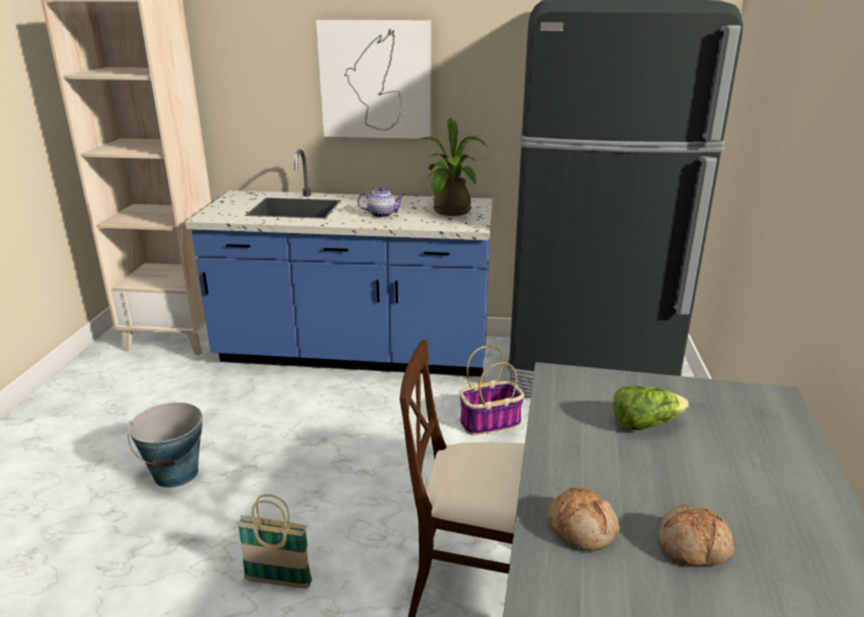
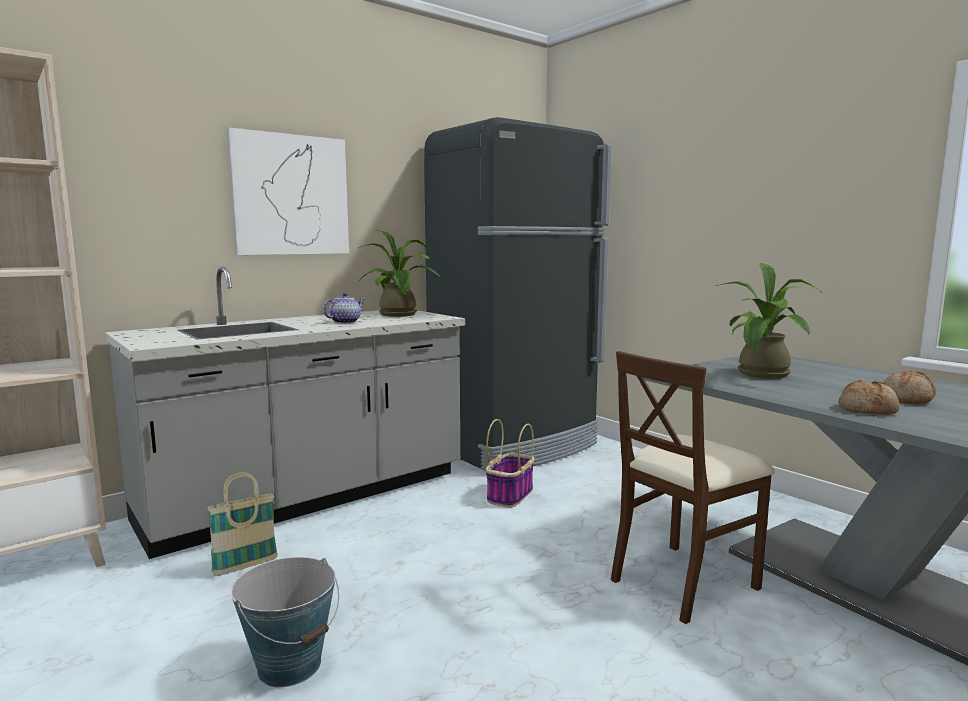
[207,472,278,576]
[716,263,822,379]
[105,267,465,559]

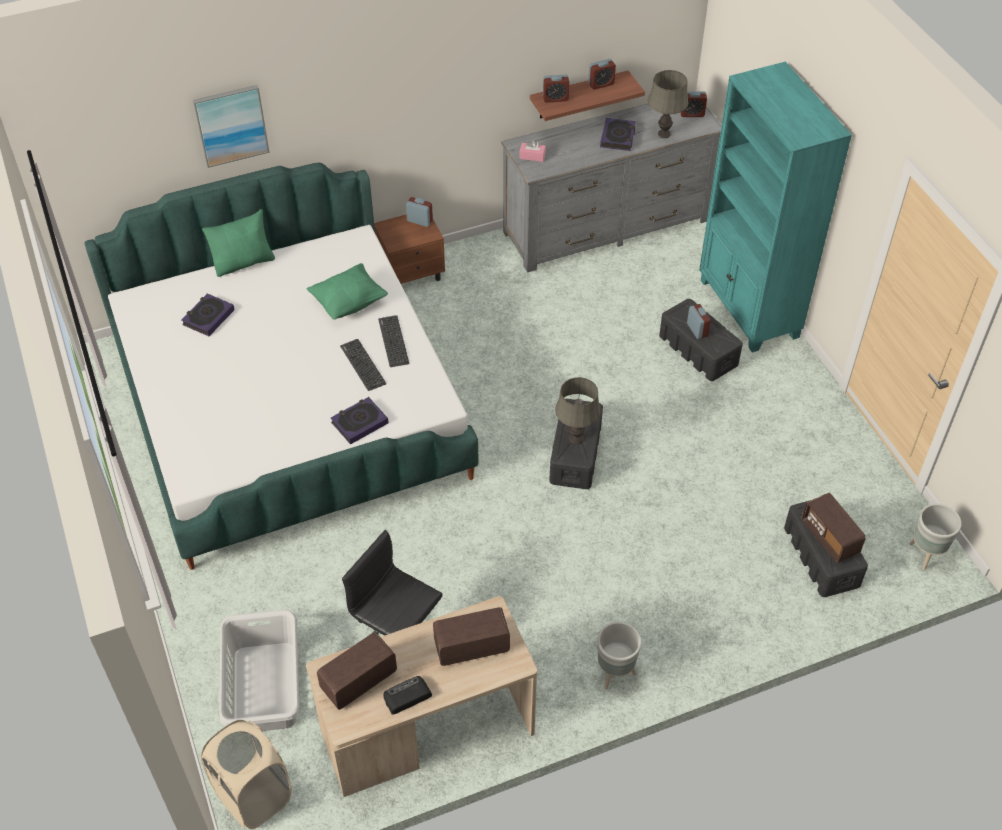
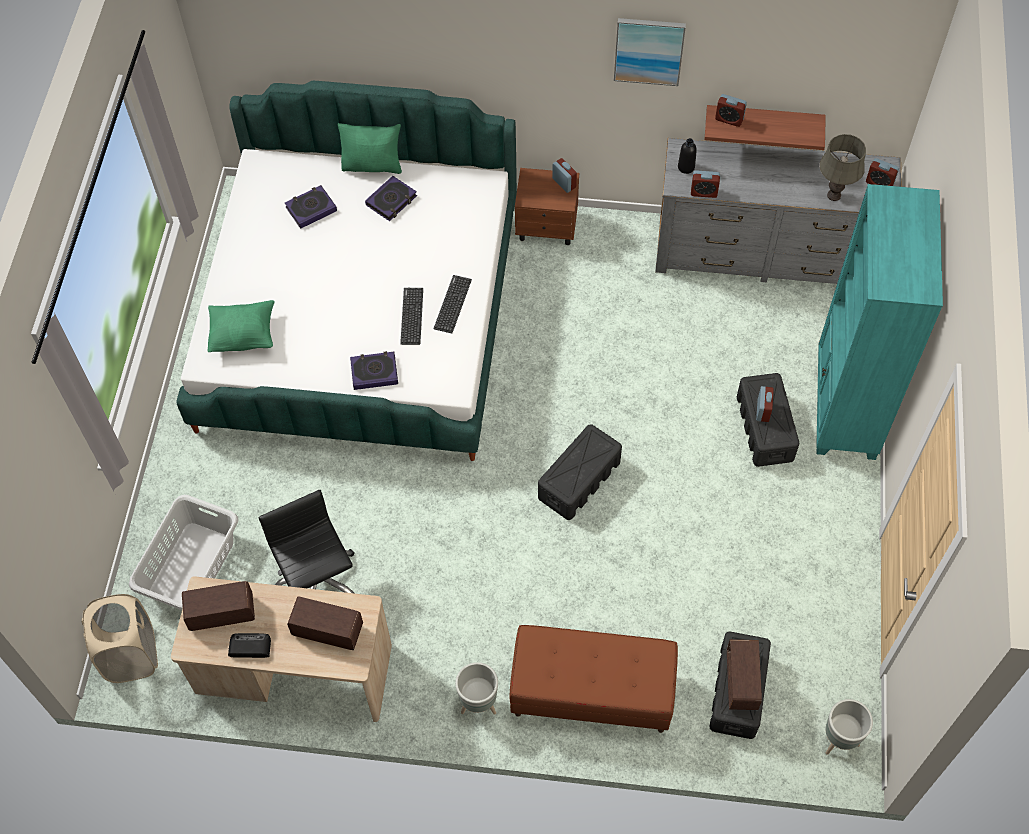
[555,377,601,444] (first image)
[509,625,678,733]
[614,18,686,86]
[207,300,275,352]
[691,170,720,198]
[365,176,417,221]
[678,138,697,174]

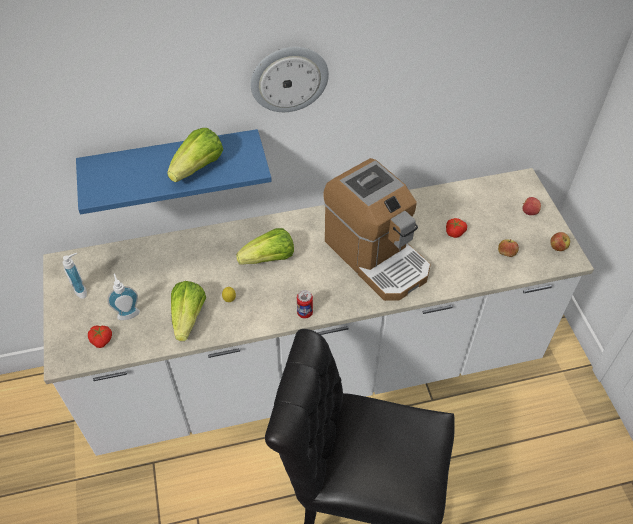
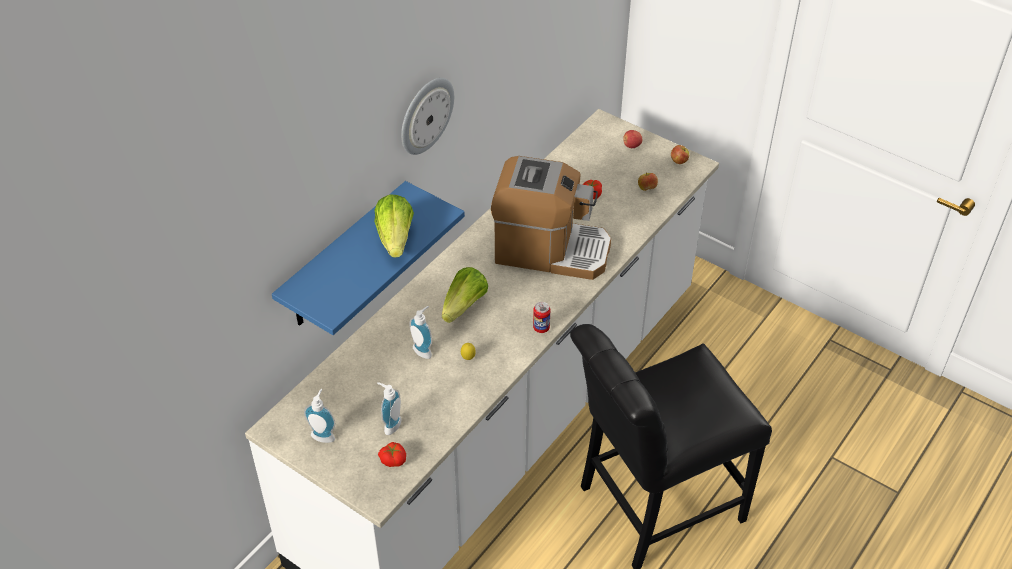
[171,281,206,341] (first image)
[410,306,432,359]

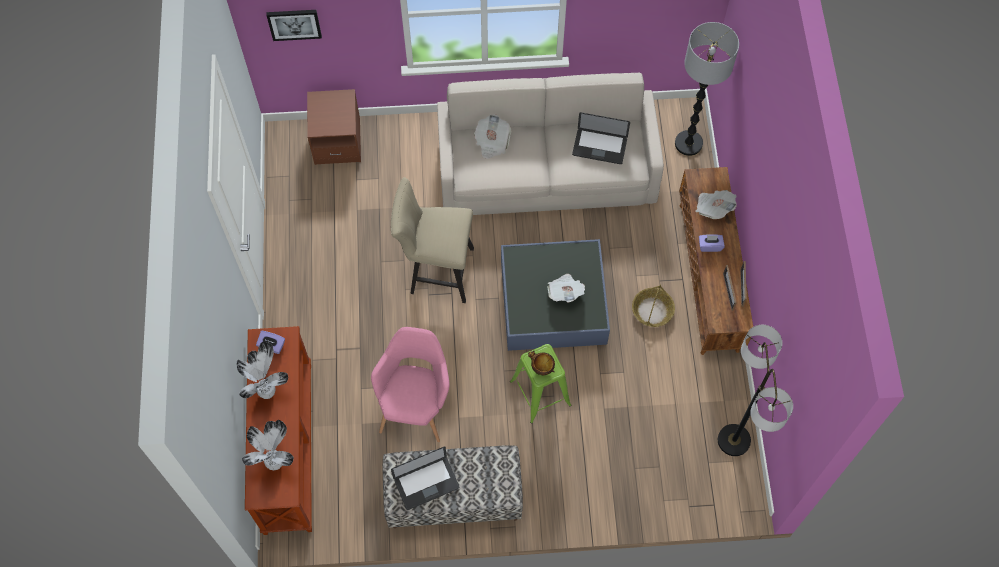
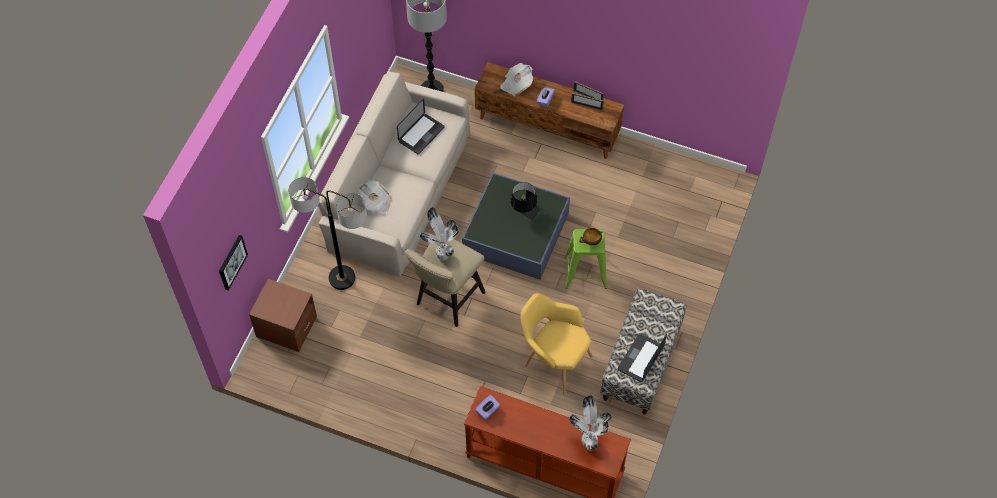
[632,284,675,327] (first image)
[420,207,459,261]
[288,177,367,290]
[510,182,541,220]
[521,293,592,394]
[618,333,667,382]

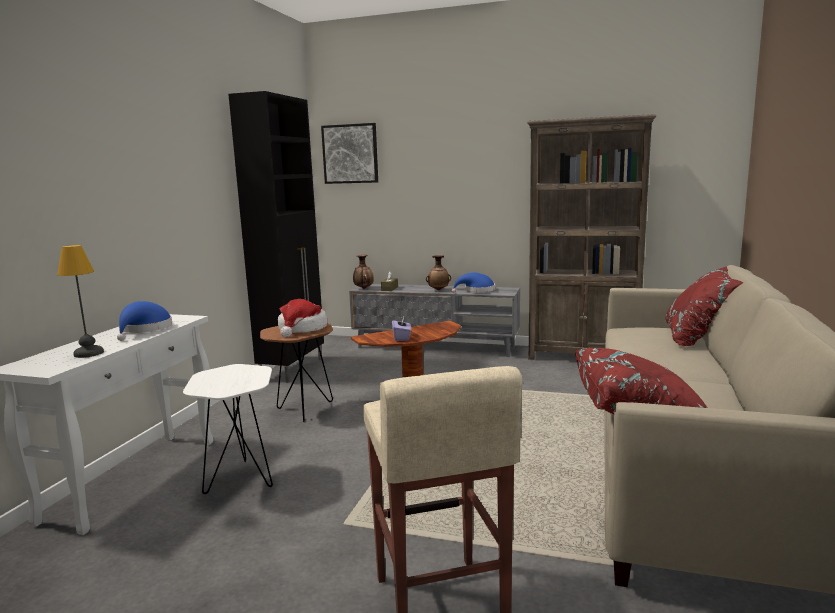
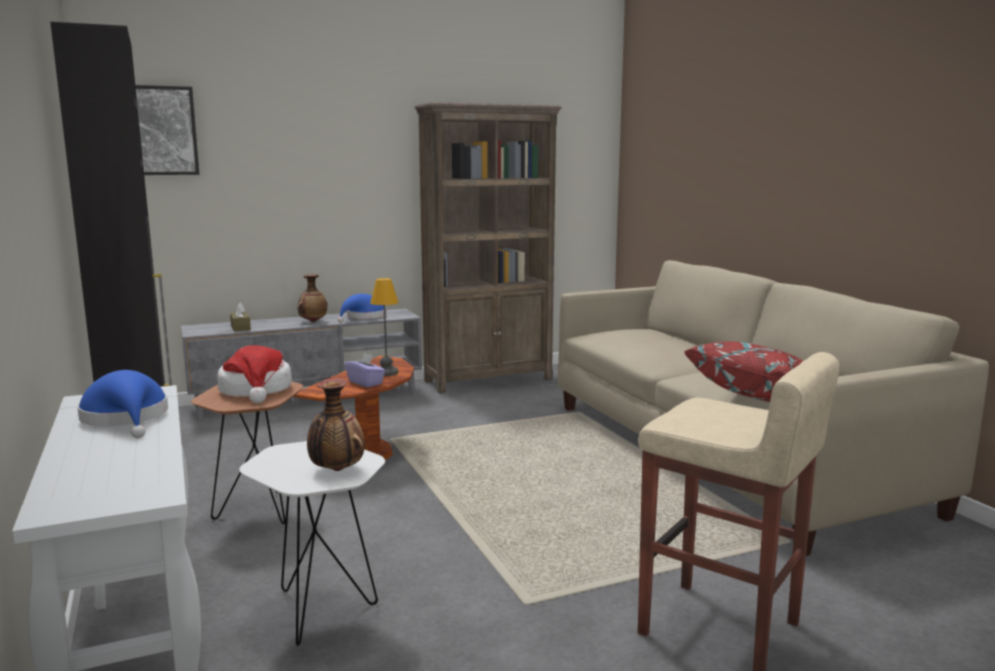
[665,266,744,346] (first image)
[370,278,398,376]
[307,379,365,471]

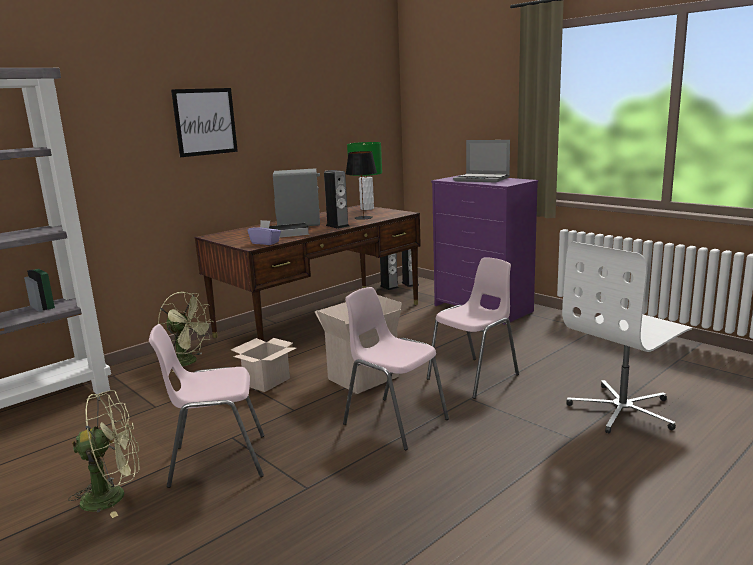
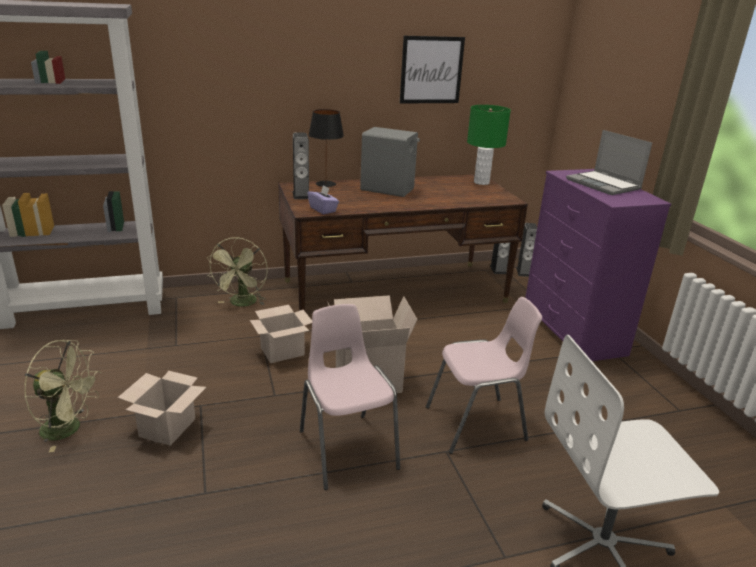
[269,223,310,238] (first image)
[400,36,465,104]
[293,133,309,199]
[309,109,344,187]
[118,371,206,446]
[207,237,268,306]

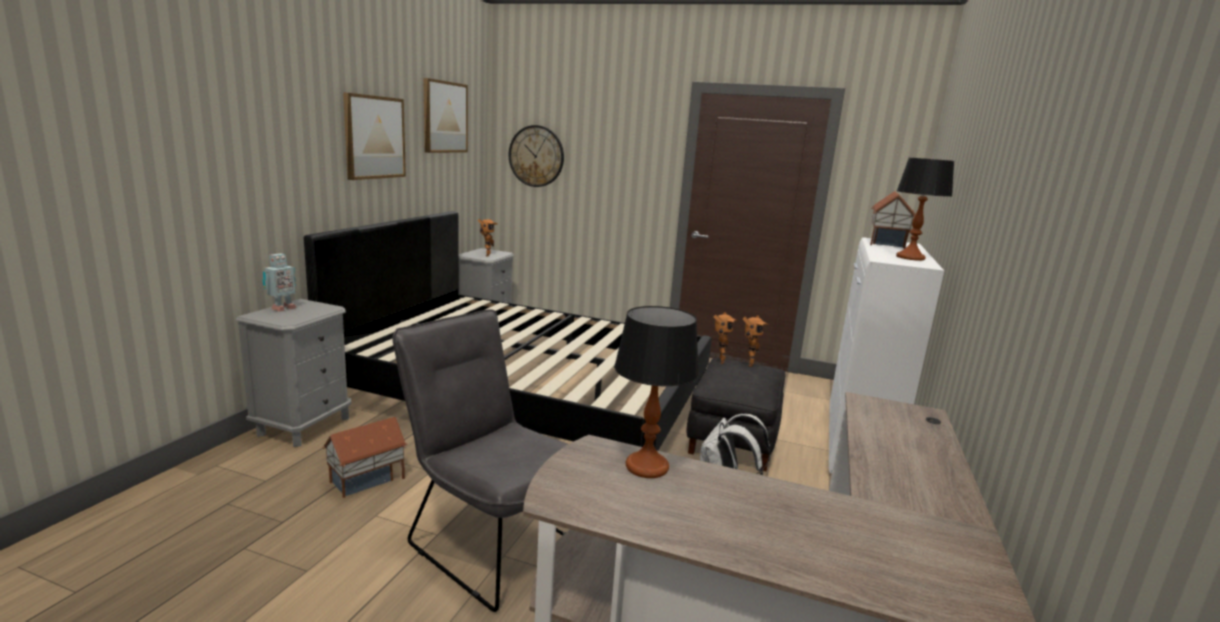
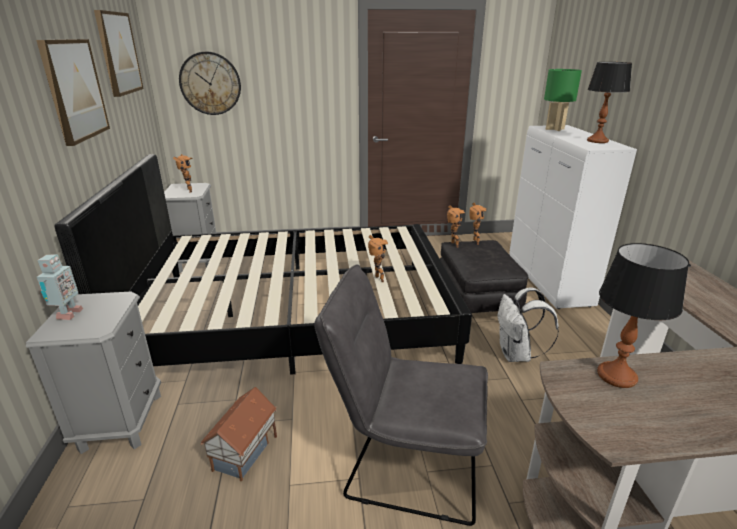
[368,235,388,282]
[544,69,582,131]

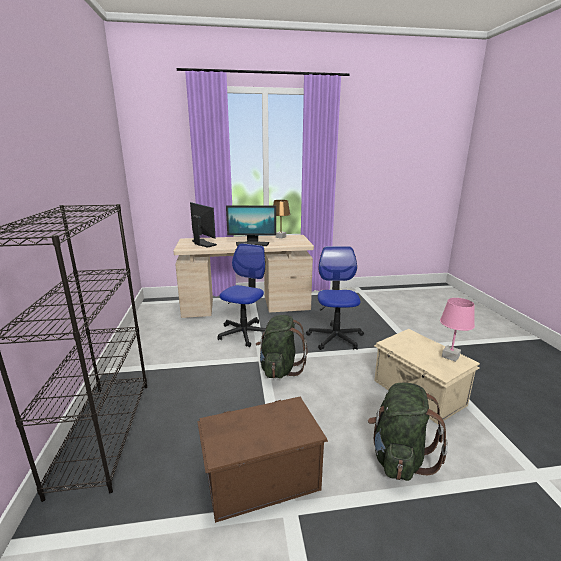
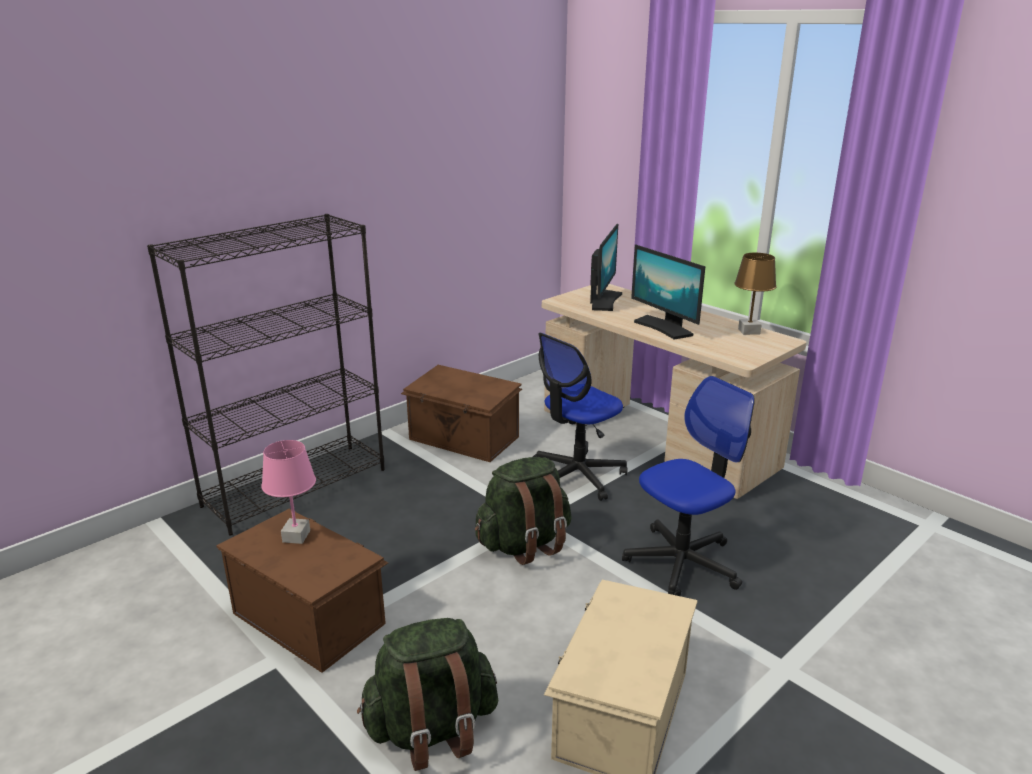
[401,365,522,462]
[261,440,316,544]
[533,333,628,501]

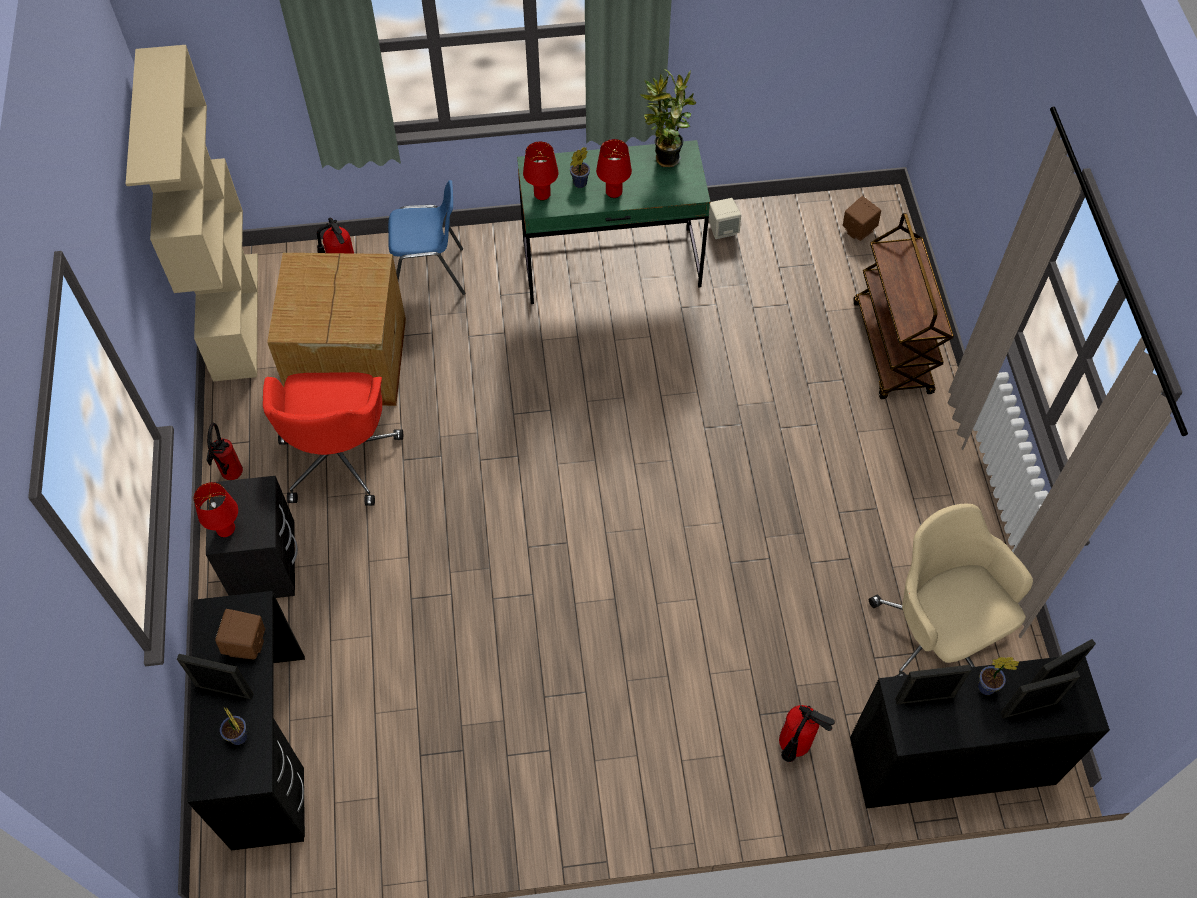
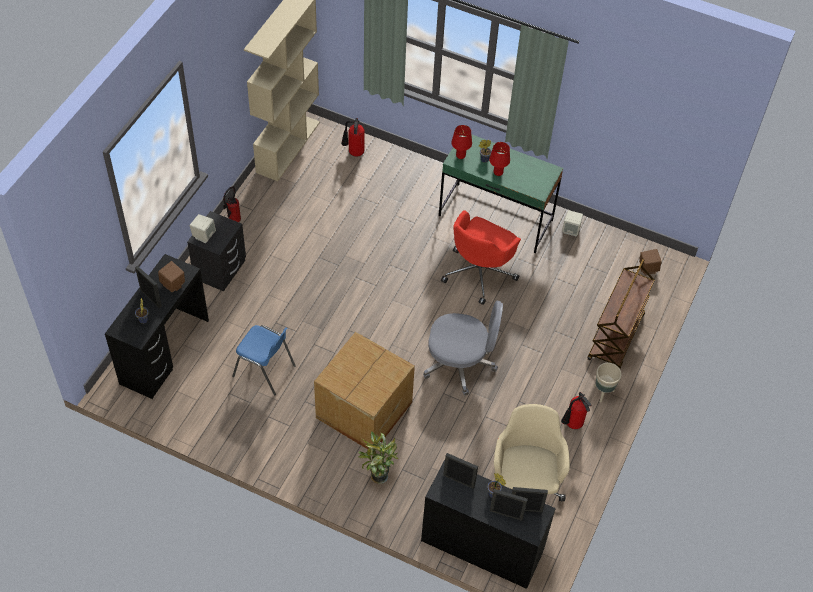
[423,301,503,395]
[594,363,622,403]
[441,210,521,305]
[314,332,415,450]
[232,325,296,395]
[358,431,398,484]
[561,392,591,429]
[190,214,216,243]

